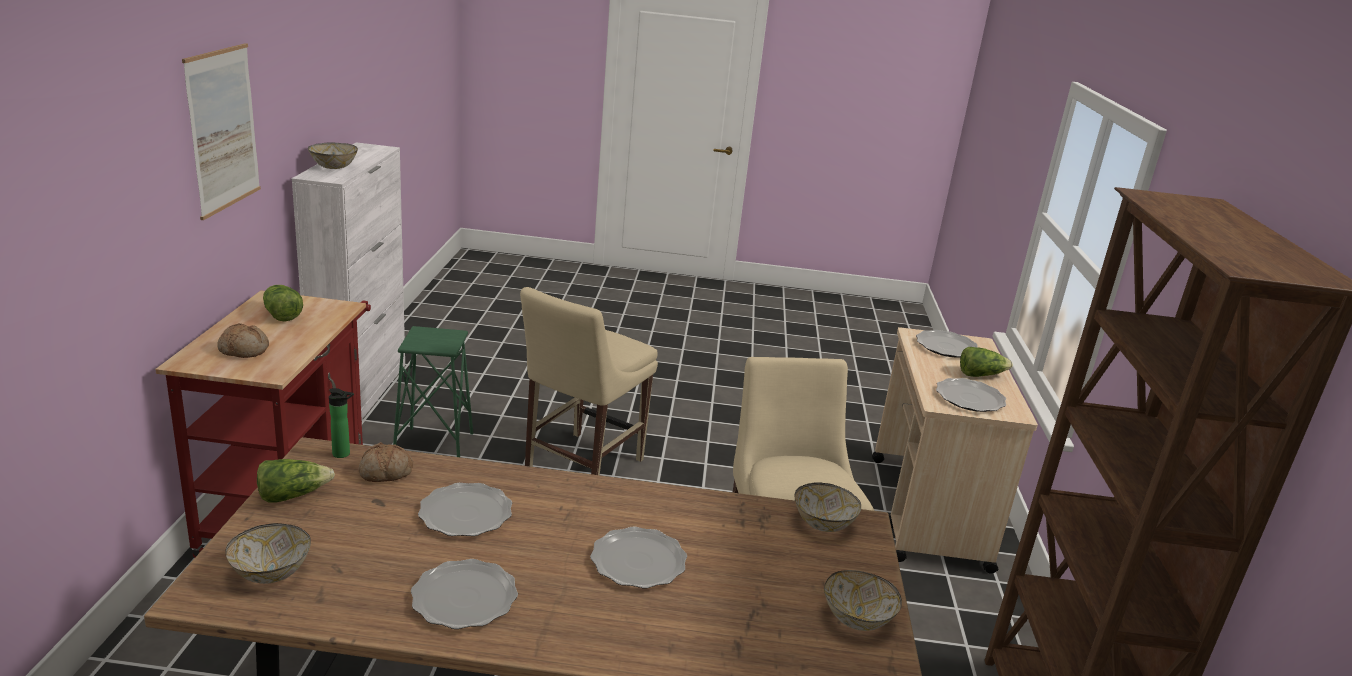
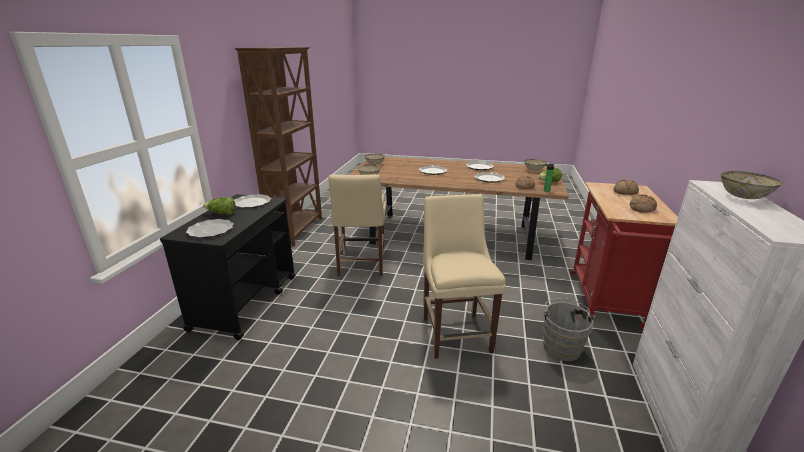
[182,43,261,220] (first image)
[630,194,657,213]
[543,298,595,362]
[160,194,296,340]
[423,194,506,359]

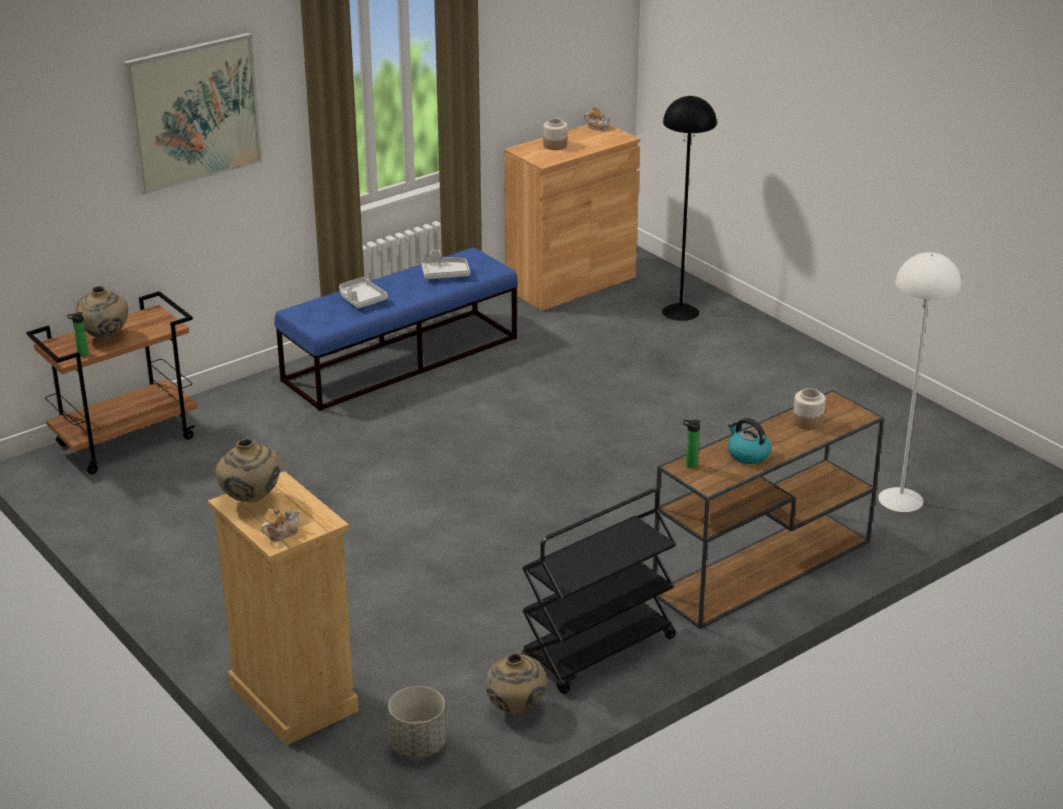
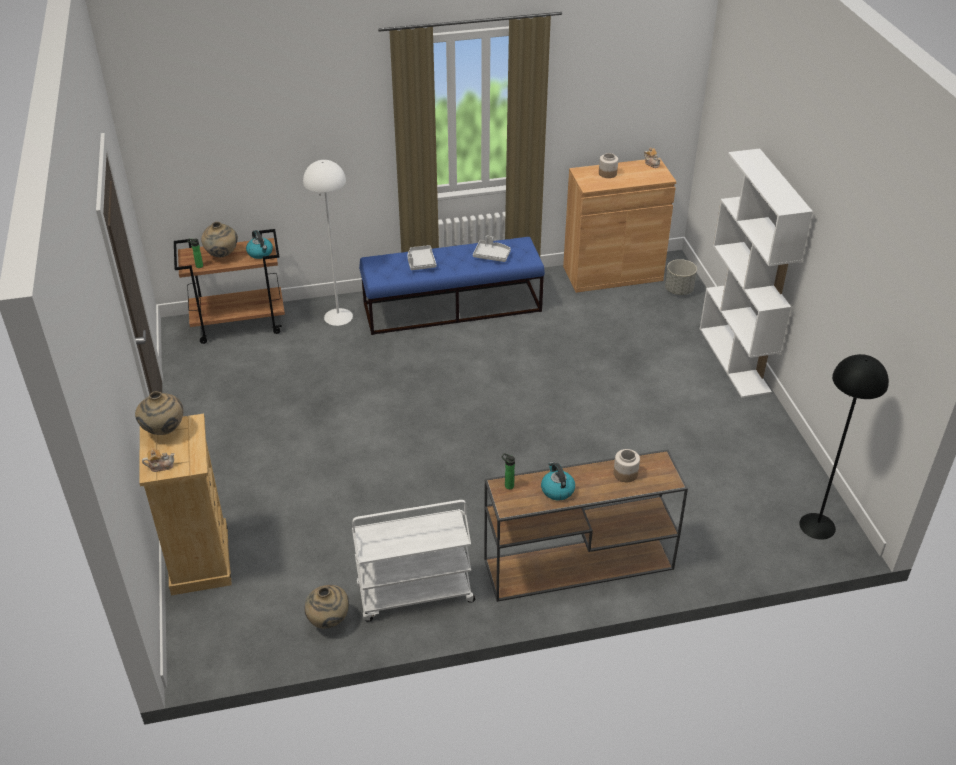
[123,33,262,195] (first image)
[246,230,273,259]
[700,149,813,398]
[665,259,697,295]
[799,354,889,540]
[303,160,353,326]
[352,500,475,622]

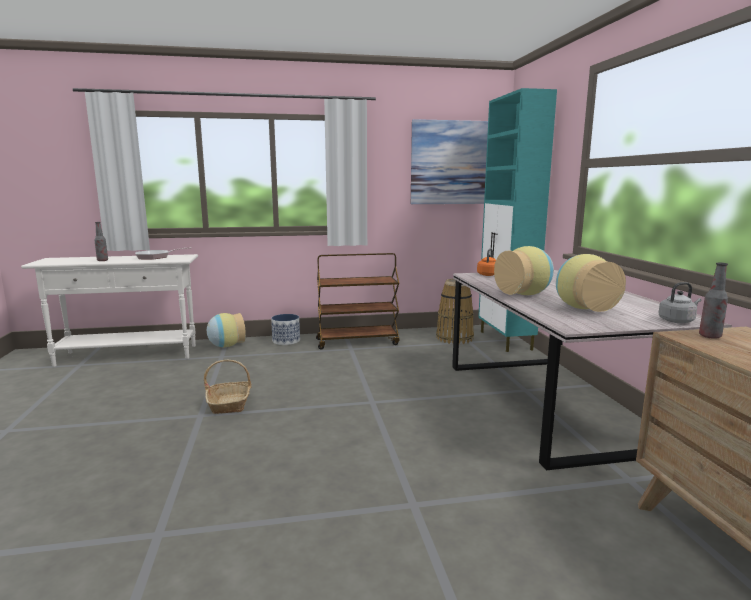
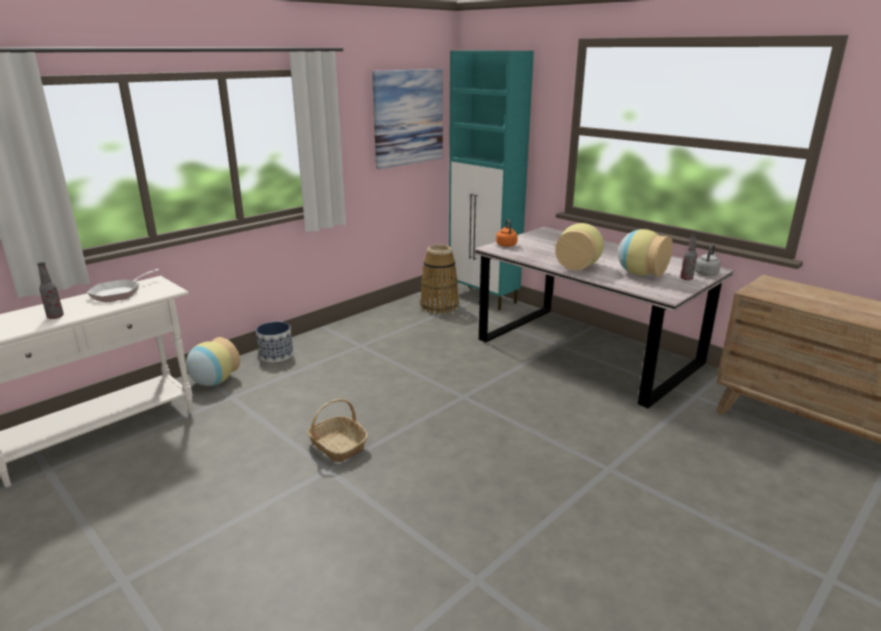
[316,253,400,349] (first image)
[681,234,697,280]

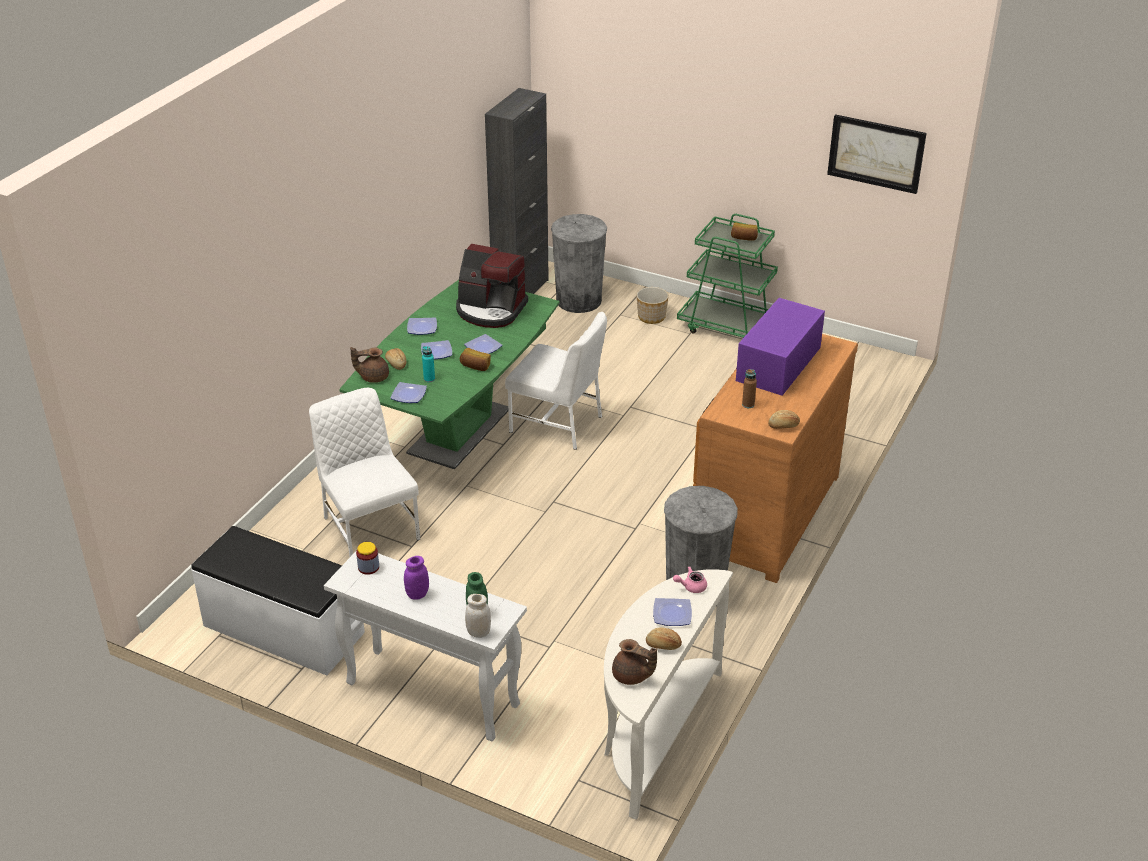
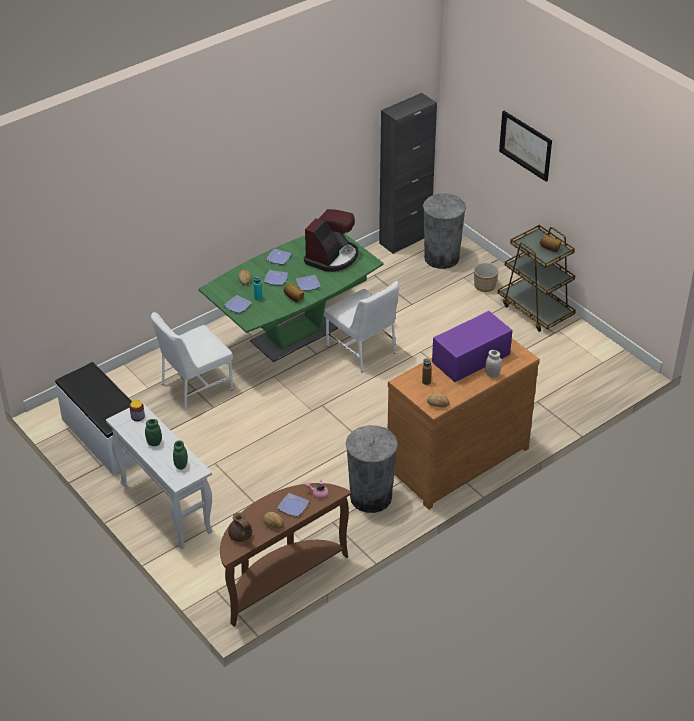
[350,347,389,383] (first image)
[485,350,502,378]
[499,111,552,182]
[145,419,162,446]
[220,483,351,627]
[498,225,576,332]
[151,312,234,410]
[304,209,358,272]

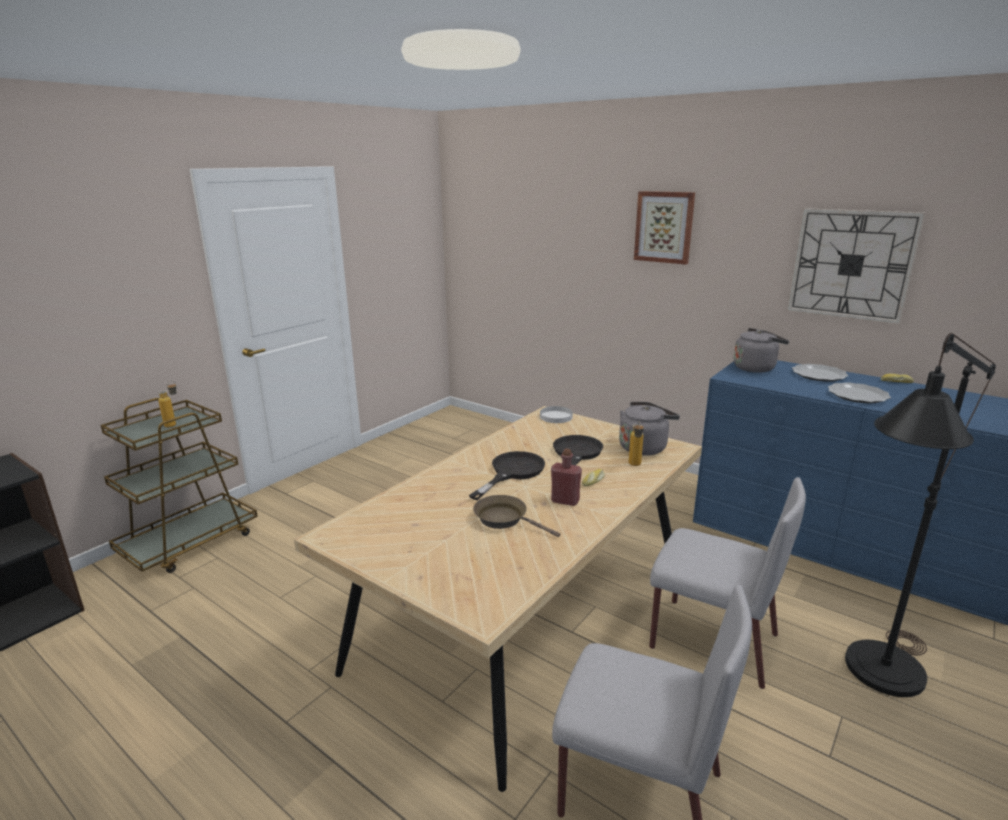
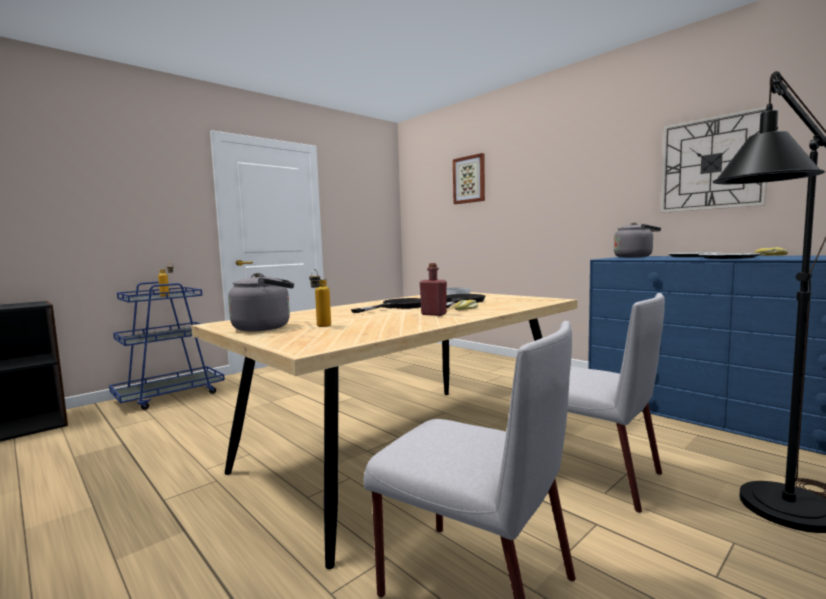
[473,495,560,537] (first image)
[228,273,294,331]
[309,269,331,327]
[453,153,485,204]
[109,281,225,410]

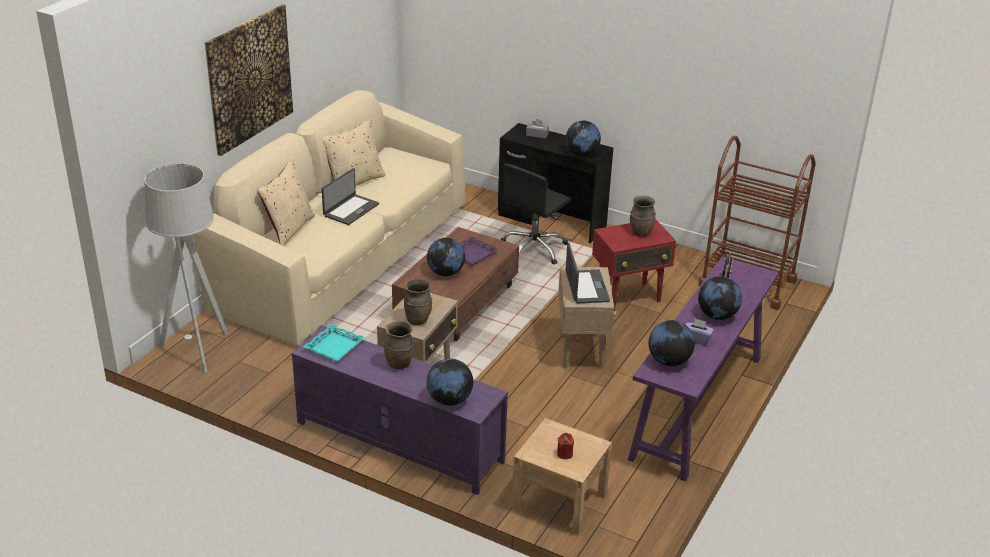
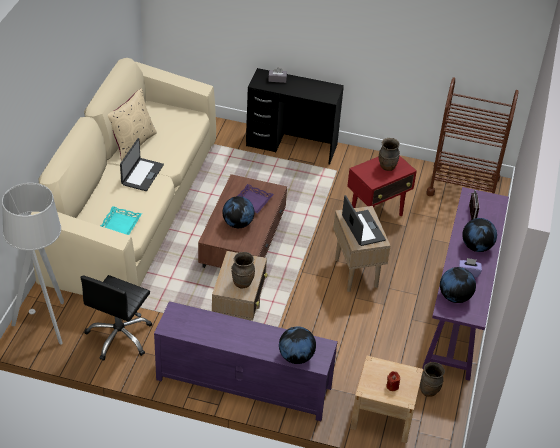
[205,4,293,156] (first image)
[257,160,315,246] (first image)
[566,121,601,156] (first image)
[100,206,142,235]
[420,362,445,397]
[80,275,152,361]

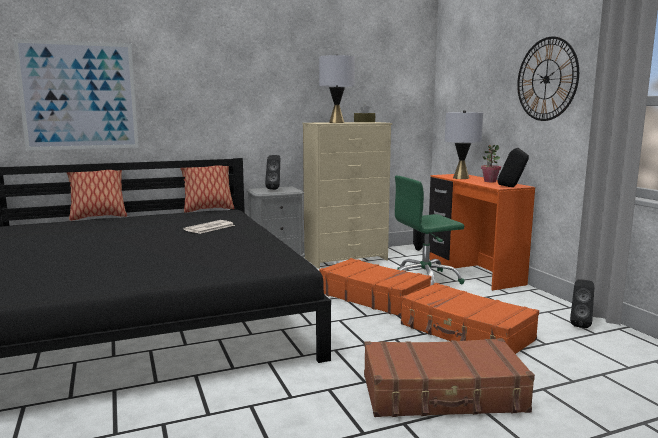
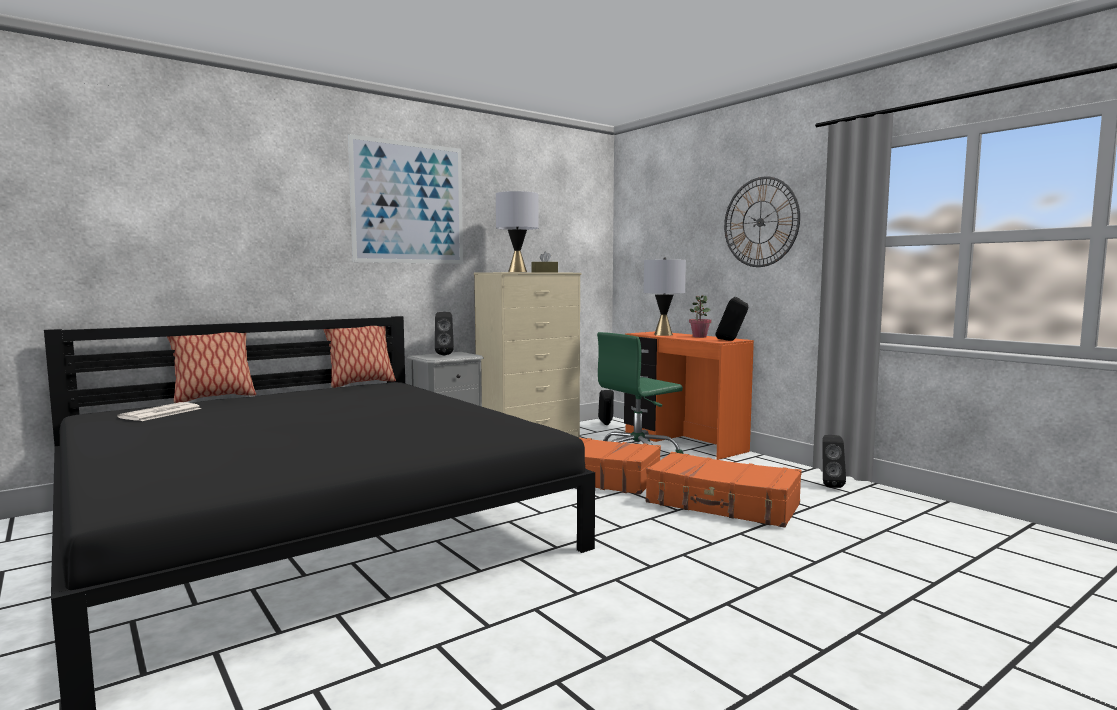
[364,338,535,417] (first image)
[348,134,463,264]
[117,402,202,421]

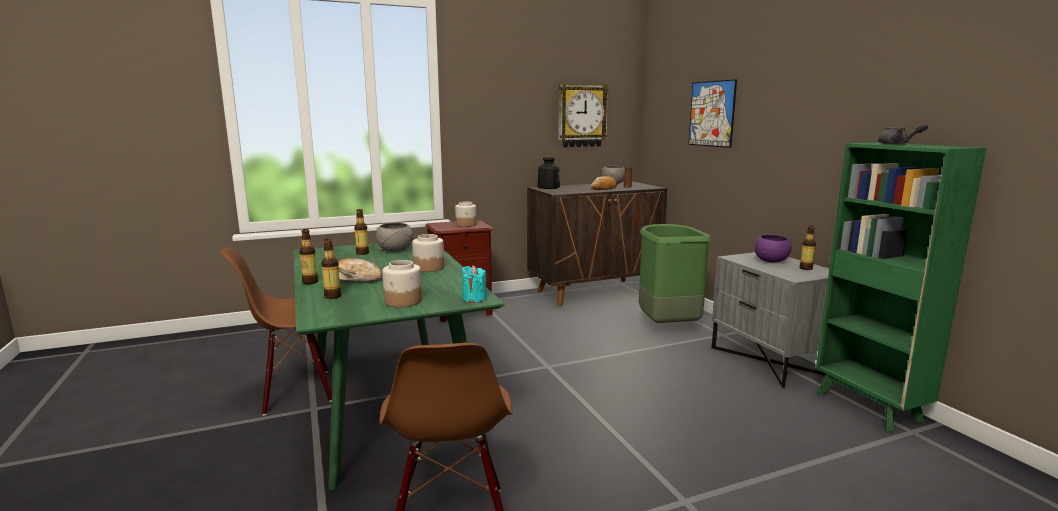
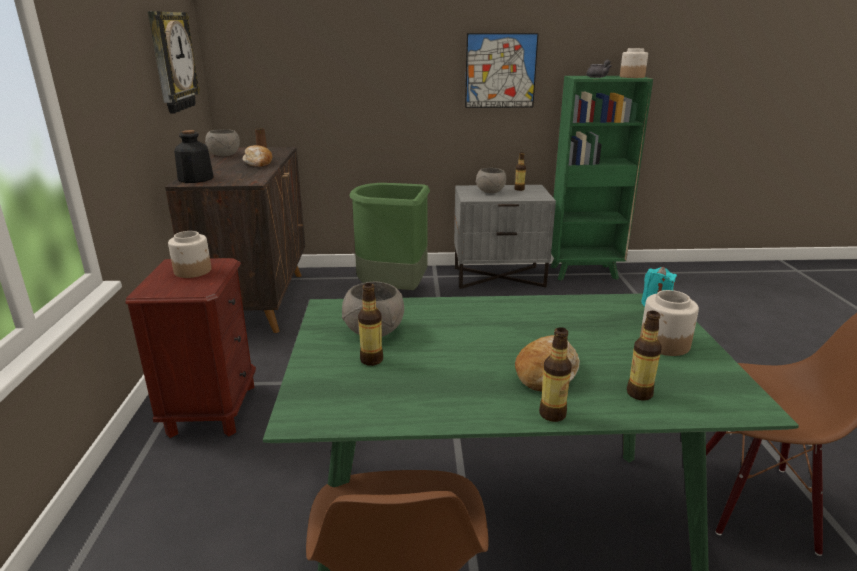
[620,48,648,78]
[465,33,539,108]
[476,168,506,193]

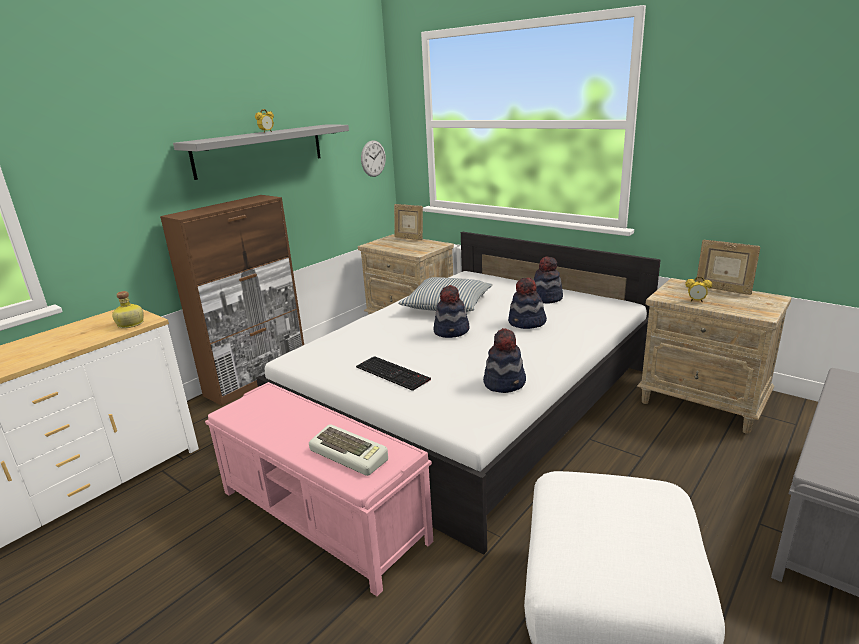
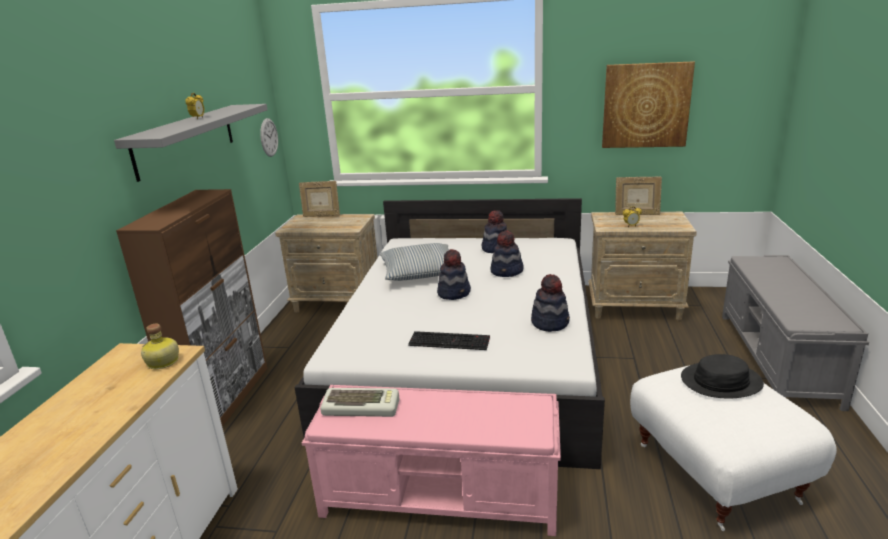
[602,61,695,148]
[681,354,764,398]
[320,388,399,417]

